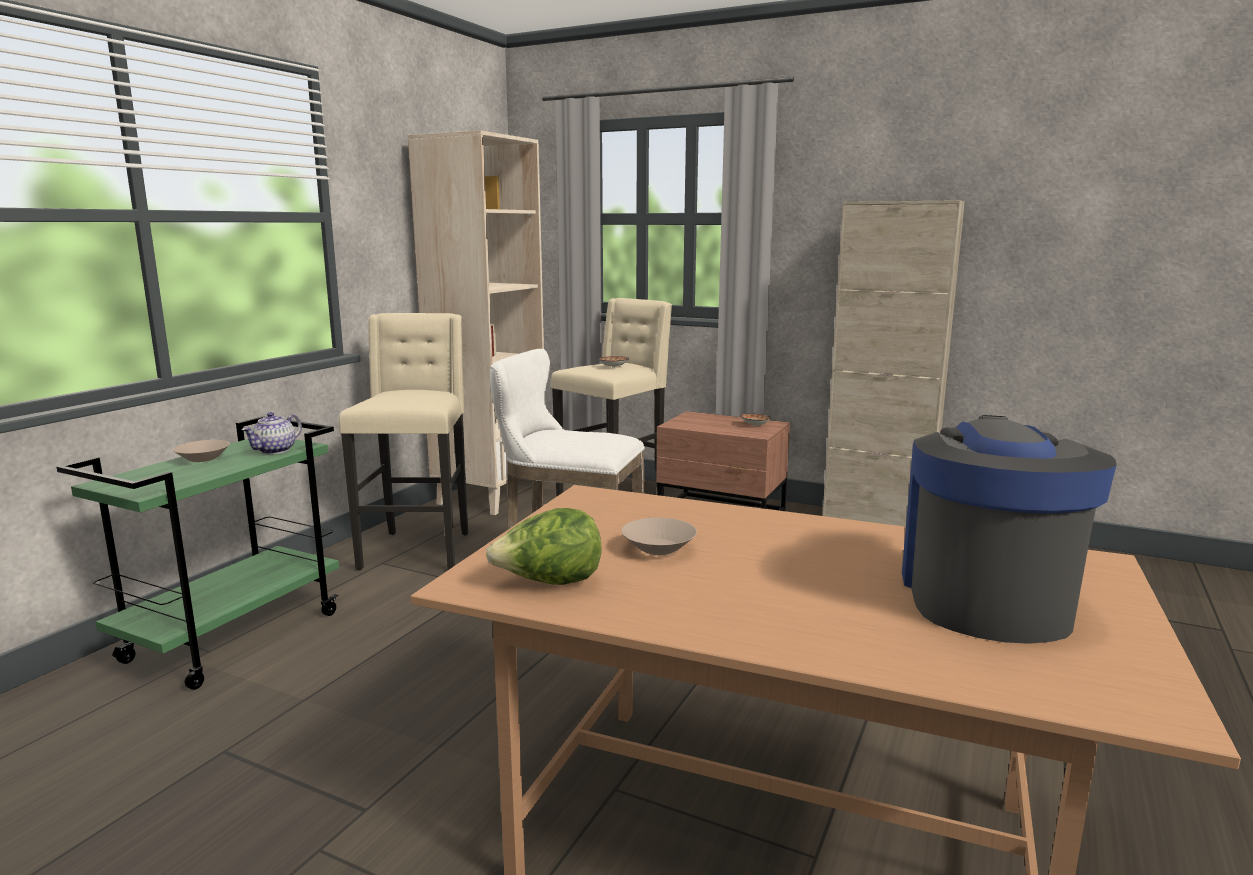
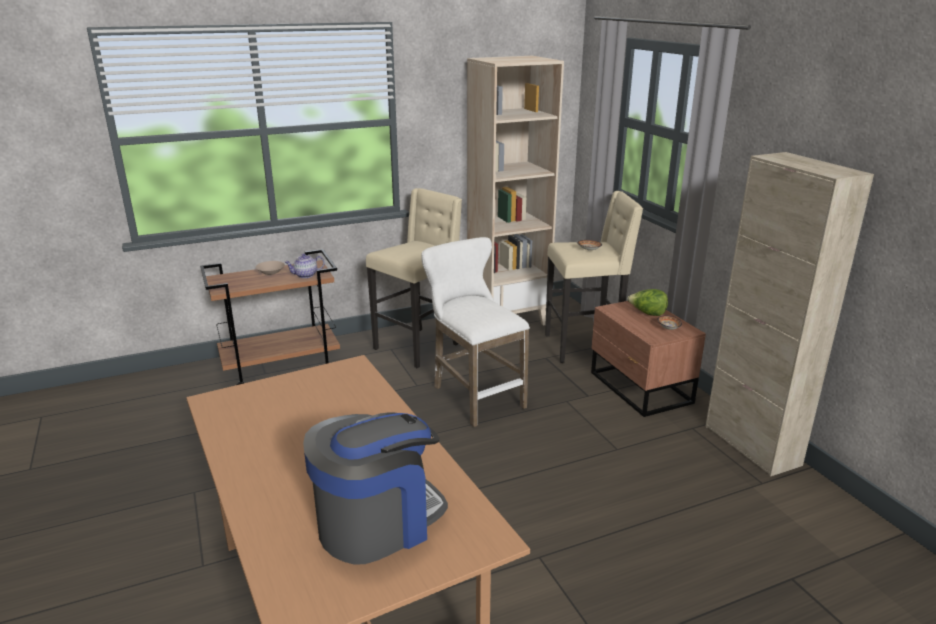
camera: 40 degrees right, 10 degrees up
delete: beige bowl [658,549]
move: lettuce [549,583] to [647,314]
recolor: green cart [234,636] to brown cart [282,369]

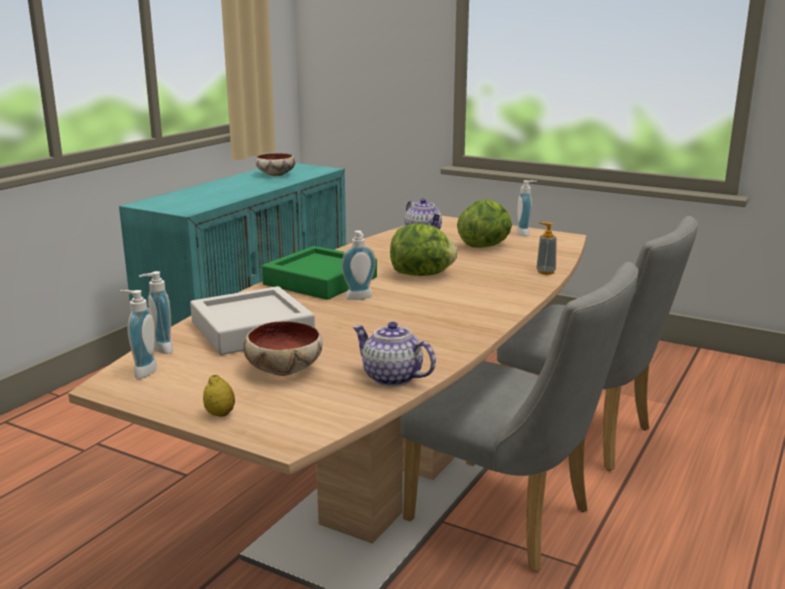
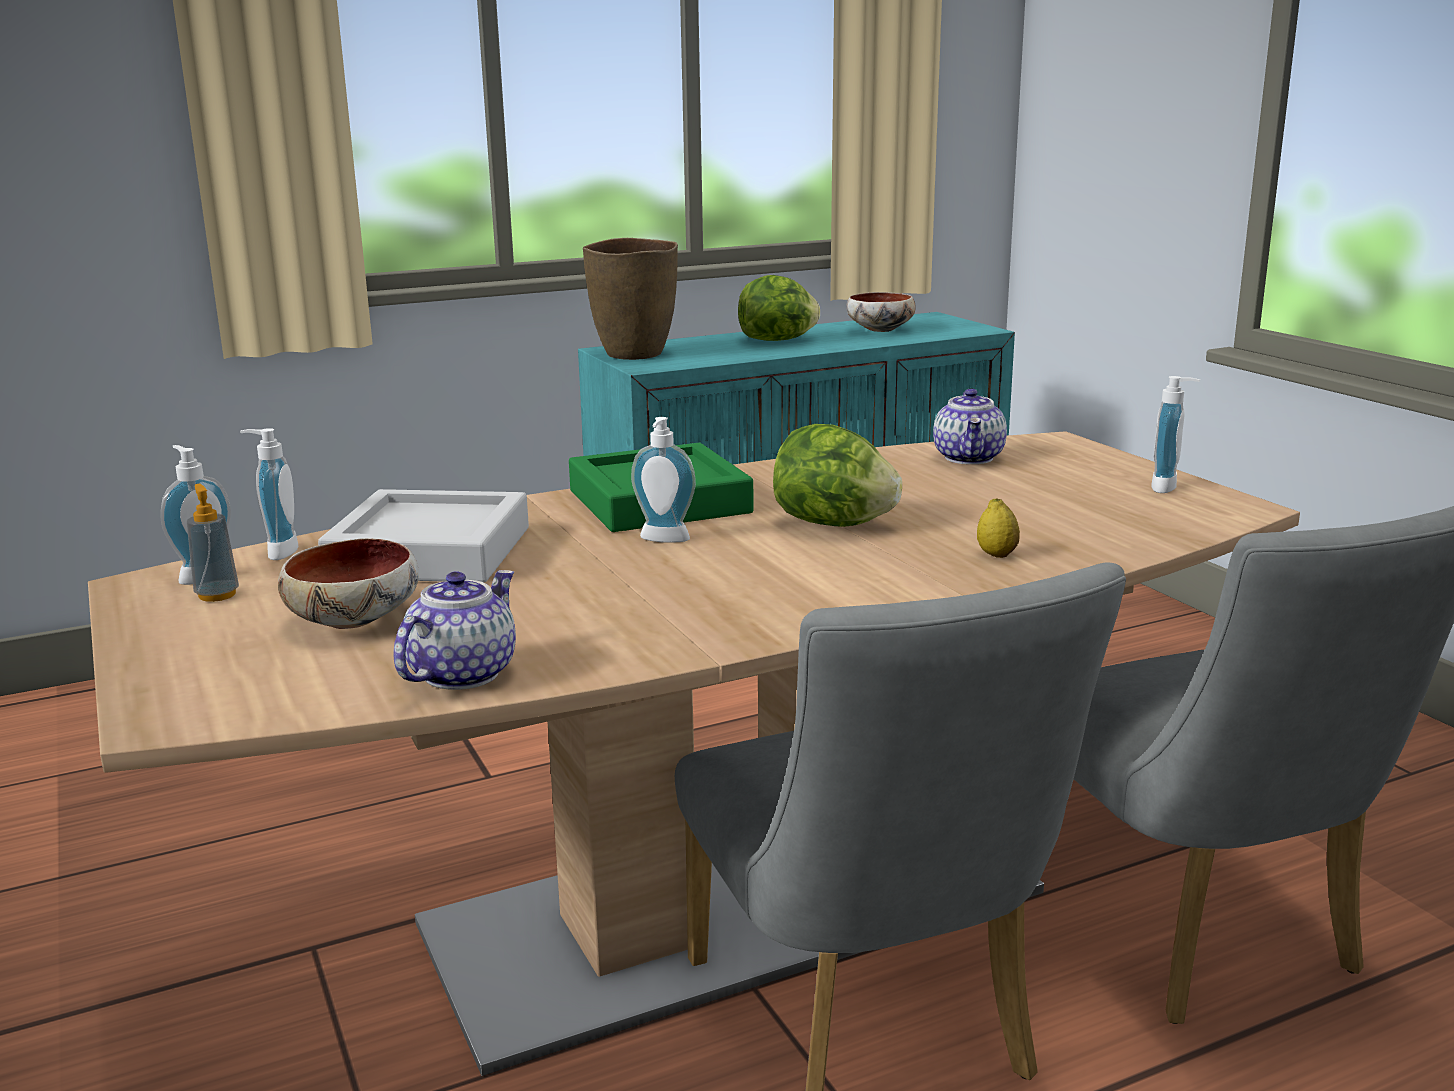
camera: 35 degrees right, 0 degrees up
insert: brown vase [635,354]
move: soap dispenser [545,272] to [217,595]; lettuce [485,246] to [778,340]; lemon [220,414] to [996,555]
rotate: teapot [391,377] = [461,673] 45 degrees clockwise

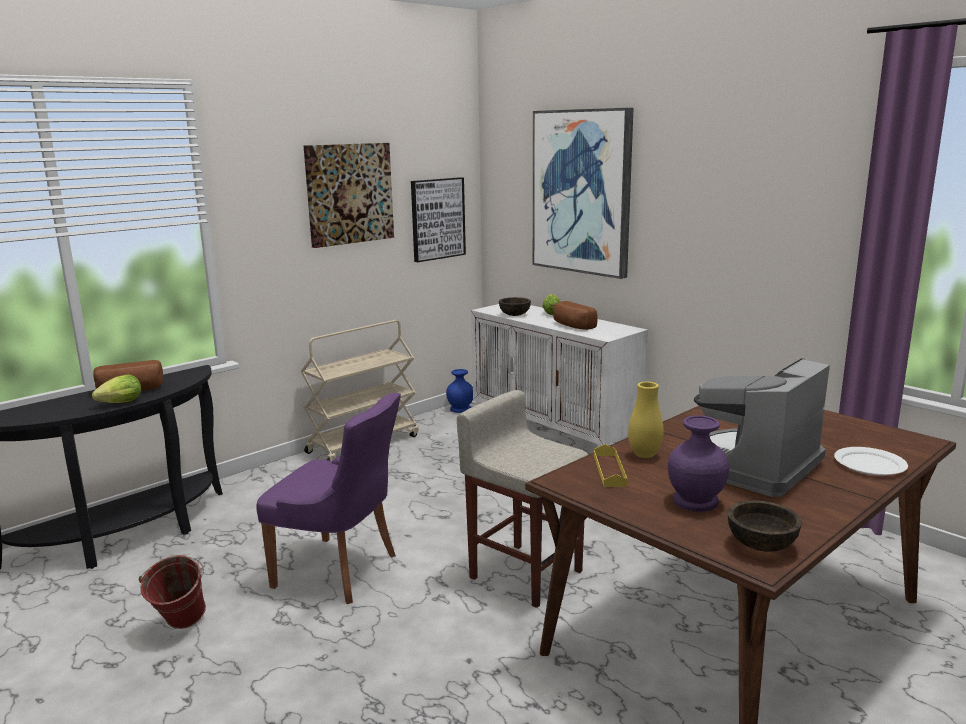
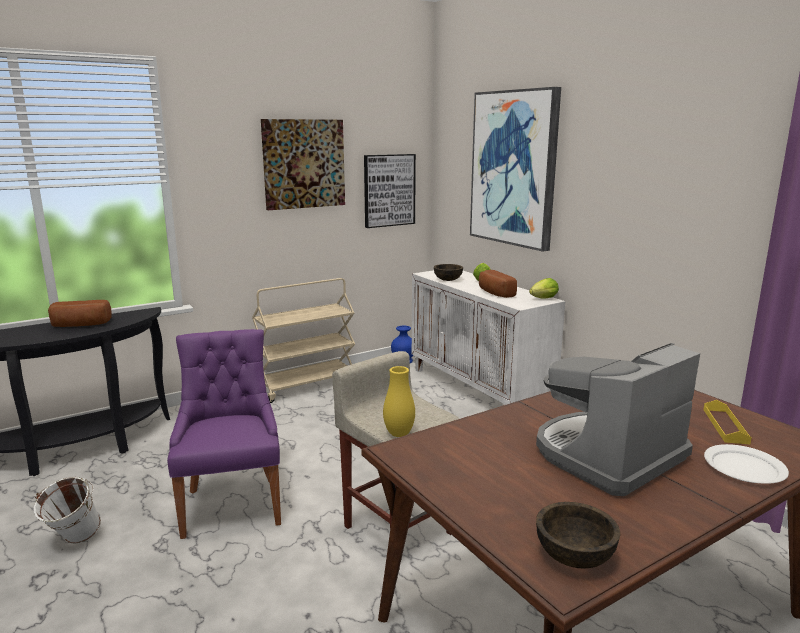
camera: 10 degrees right, 0 degrees up
delete: purple vase [696,500]
move: yellow vase [644,455] to [399,434]; lettuce [118,404] to [542,299]; yellow tray [610,470] to [725,426]
recolor: red bucket [180,627] to white bucket [73,541]
rotate: purple chair [340,571] = [232,504] 135 degrees counterclockwise

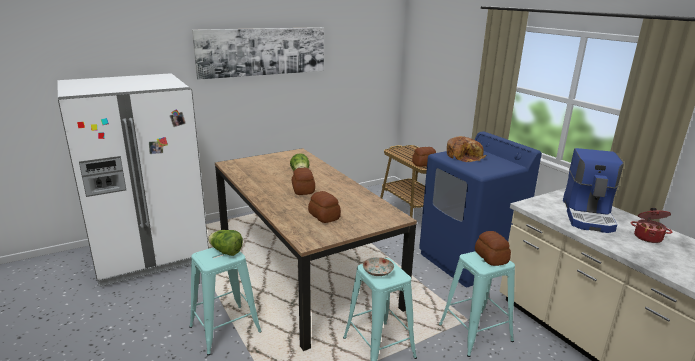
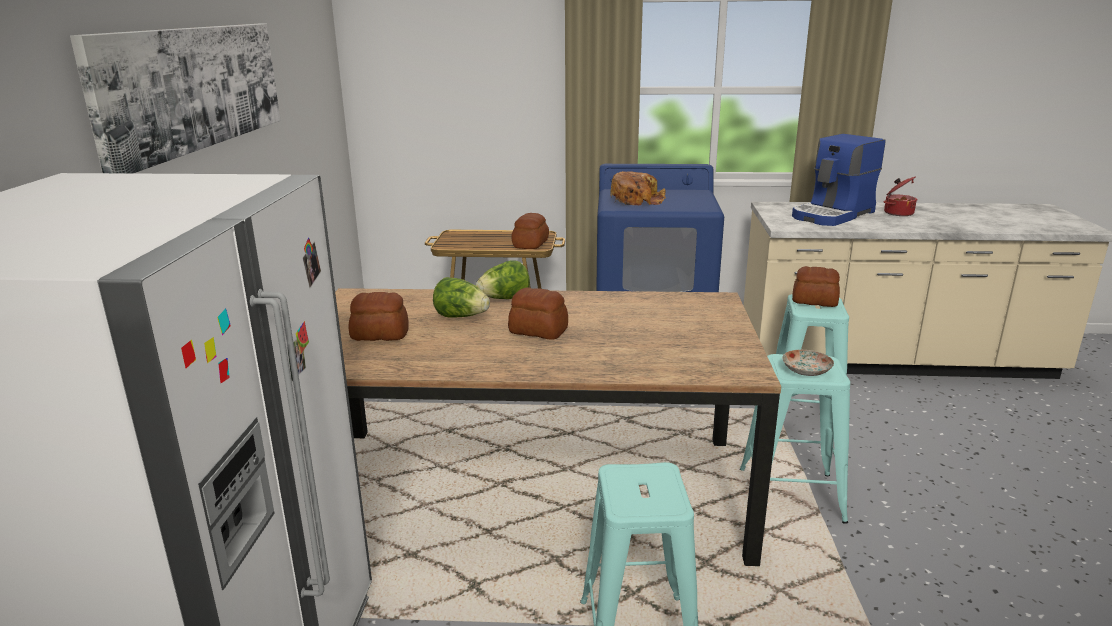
camera: 55 degrees left, 0 degrees up
move: bread [324,216] to [379,334]; lettuce [226,252] to [504,299]
rotate: coffee machine [588,215] = [833,215] 90 degrees clockwise

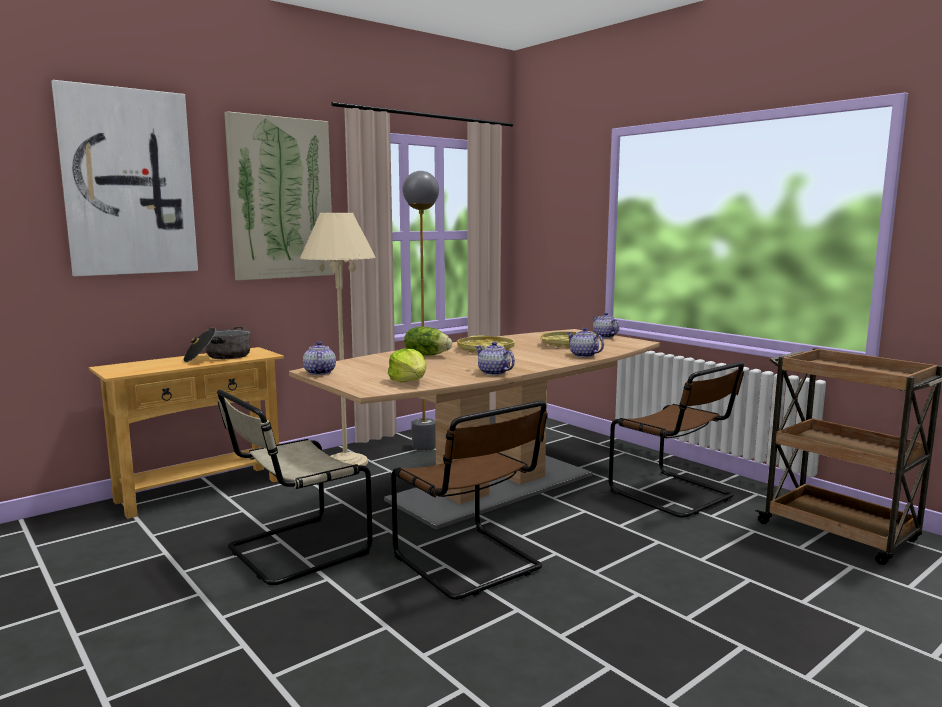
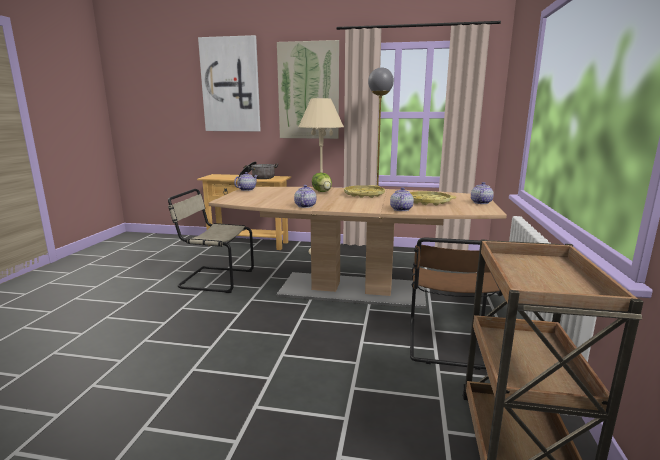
camera: 50 degrees right, 5 degrees up
delete: lettuce [409,381]; brown chair [471,564]

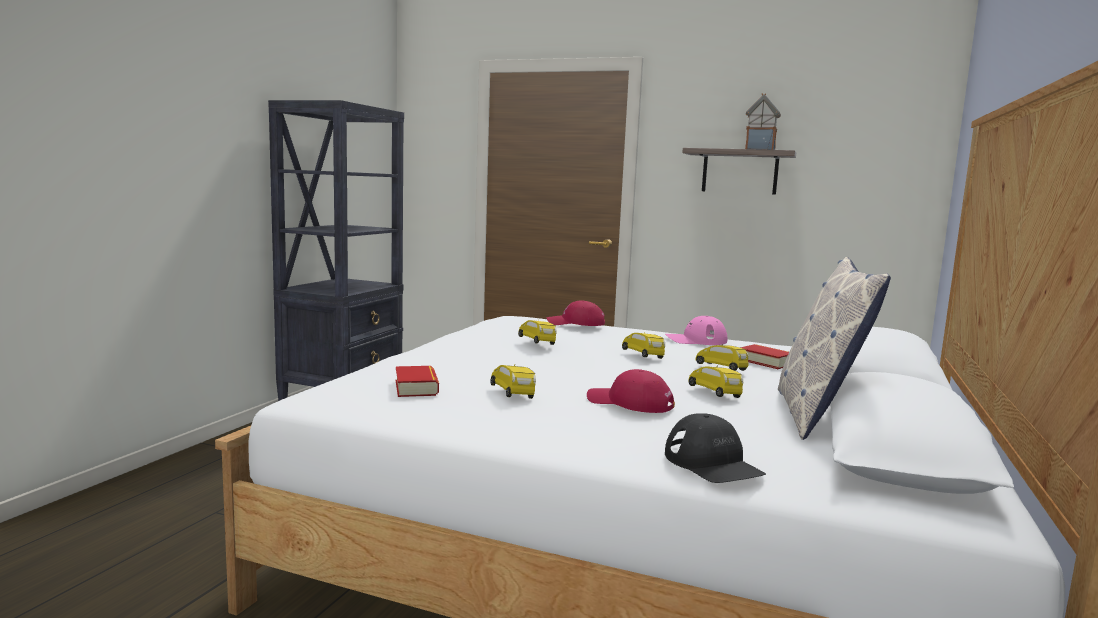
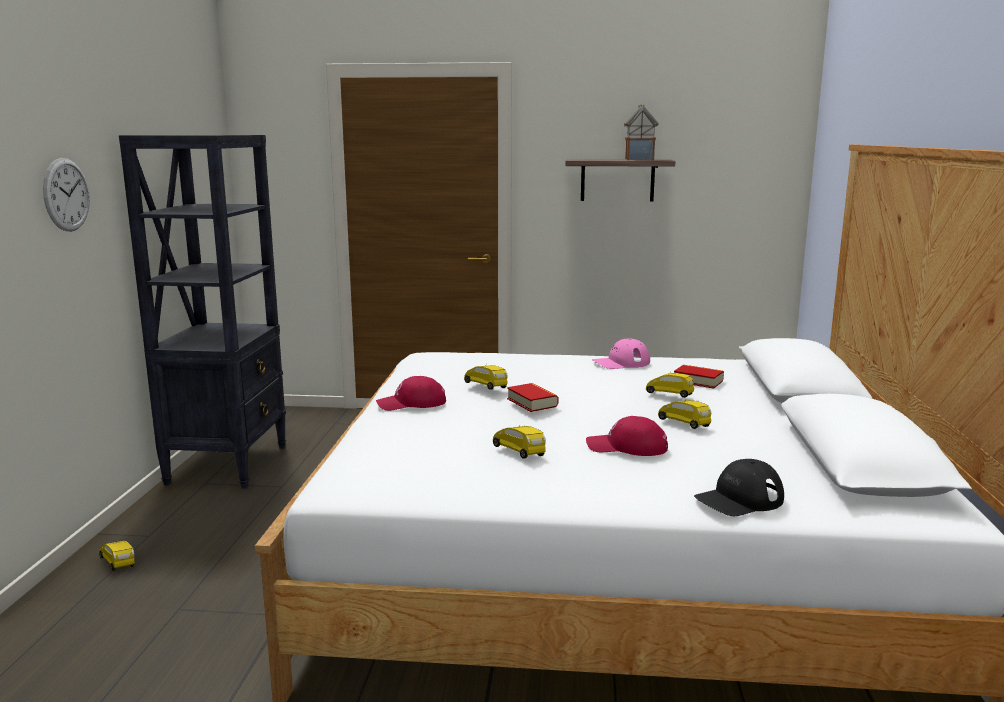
camera: 15 degrees left, 5 degrees up
delete: pillow [817,415]
insert: wall clock [66,195]
move: yellow toy car [643,355] to [118,563]; red cap [576,323] to [412,403]; book [416,388] to [532,402]
rotate: black cap [713,463] = [739,499] 105 degrees clockwise

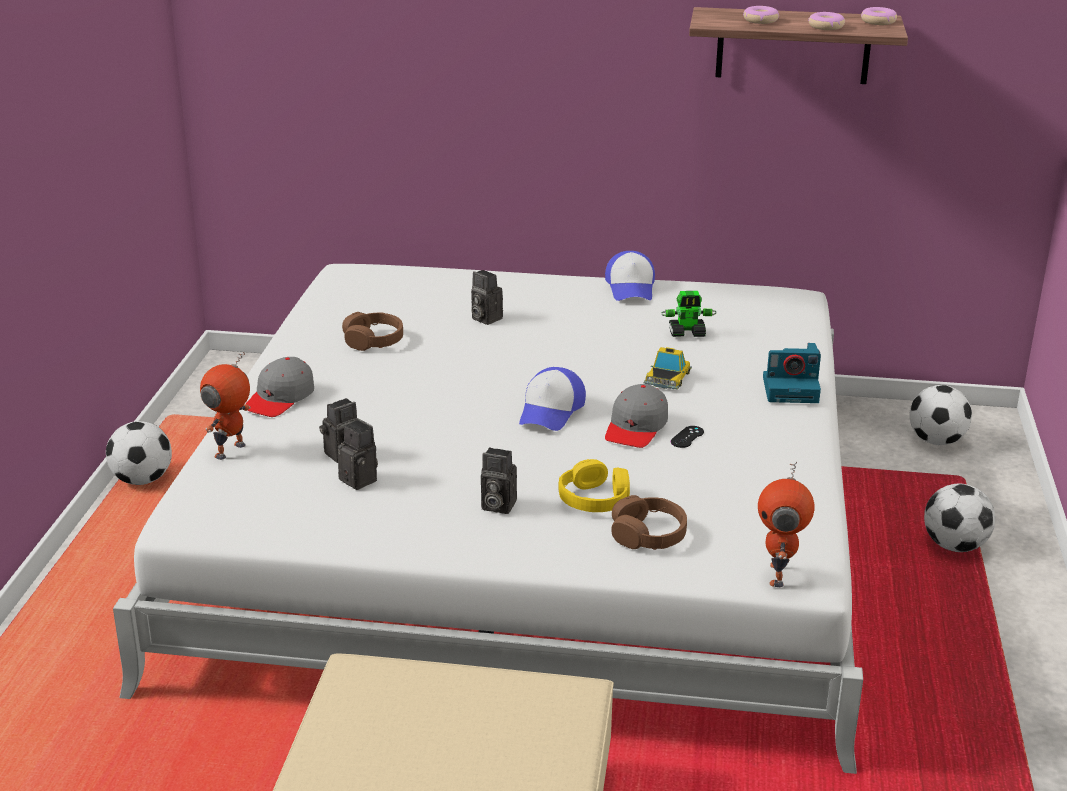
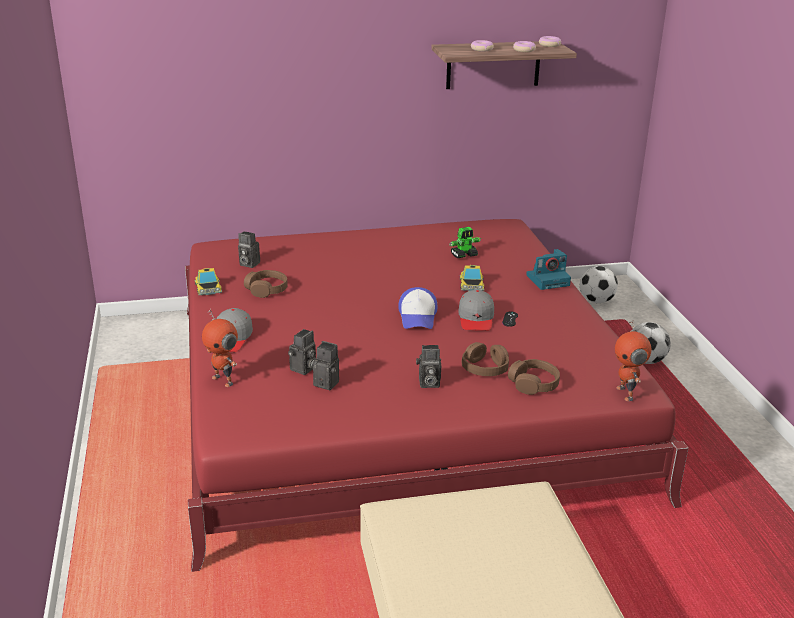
camera: 20 degrees left, 0 degrees up
delete: football [143,480]; cap [631,288]
insert: toy car [208,287]
move: photo camera [484,318] to [248,264]
recolor: white bed [531,525] to red bed [395,395]; yellow headphones [594,499] to brown headphones [485,368]
rotate: toy robot [231,451] = [224,380] 60 degrees counterclockwise

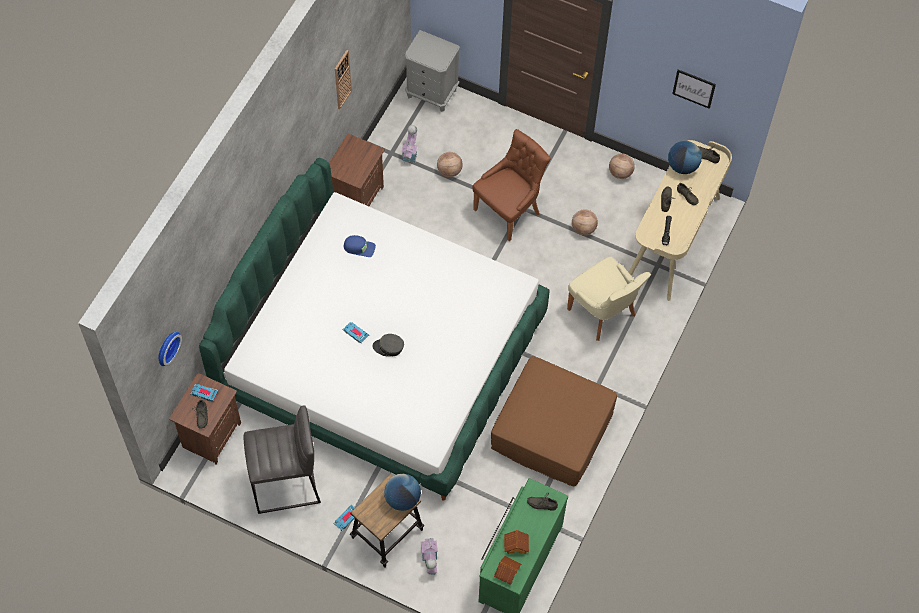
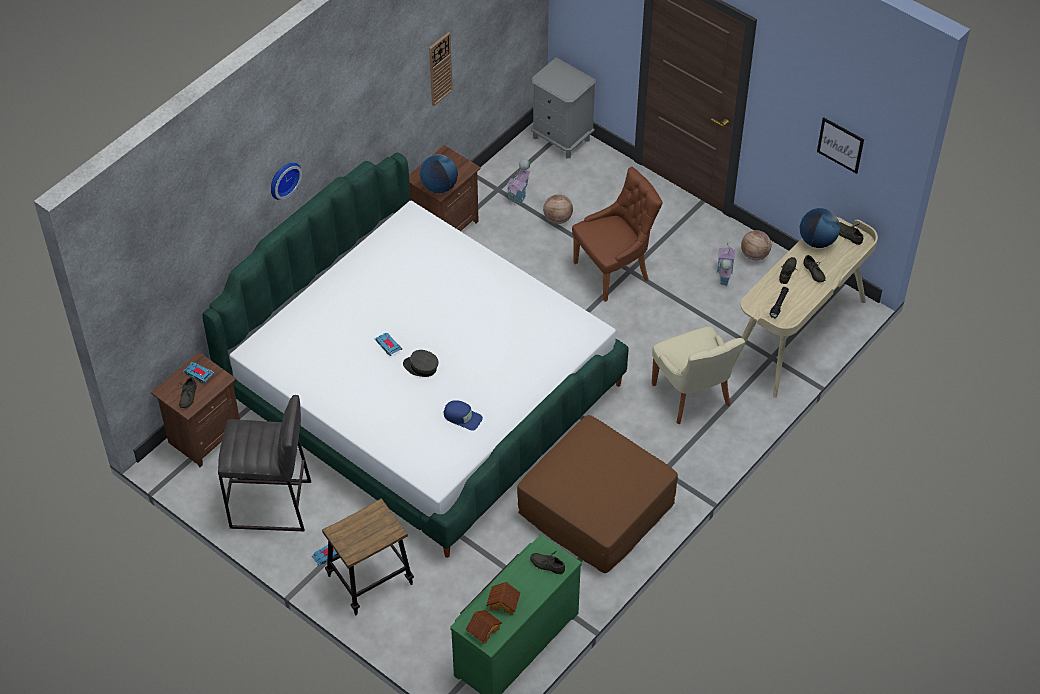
camera: 15 degrees right, 10 degrees down
delete: basketball [583,229]
move: wall clock [166,347] to [283,179]; globe [402,499] to [439,187]; blue cap [359,247] to [462,417]; toy house [429,561] to [724,274]

